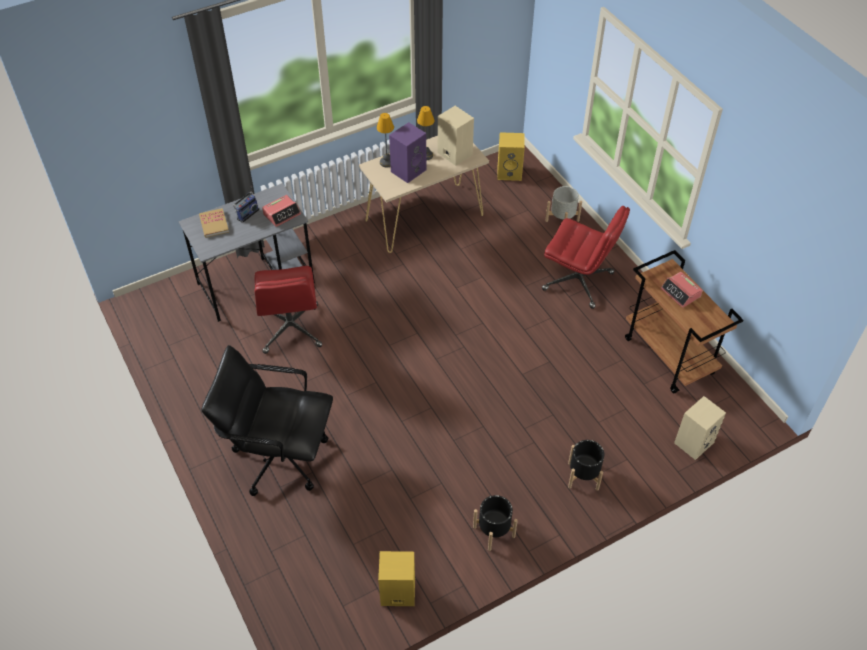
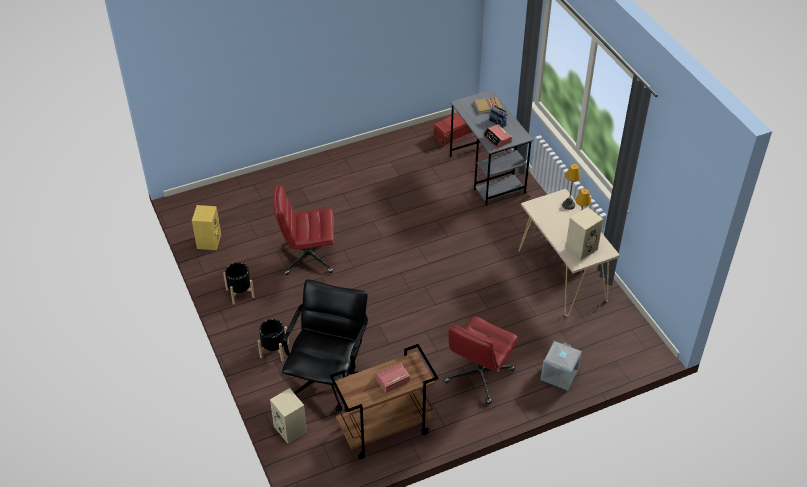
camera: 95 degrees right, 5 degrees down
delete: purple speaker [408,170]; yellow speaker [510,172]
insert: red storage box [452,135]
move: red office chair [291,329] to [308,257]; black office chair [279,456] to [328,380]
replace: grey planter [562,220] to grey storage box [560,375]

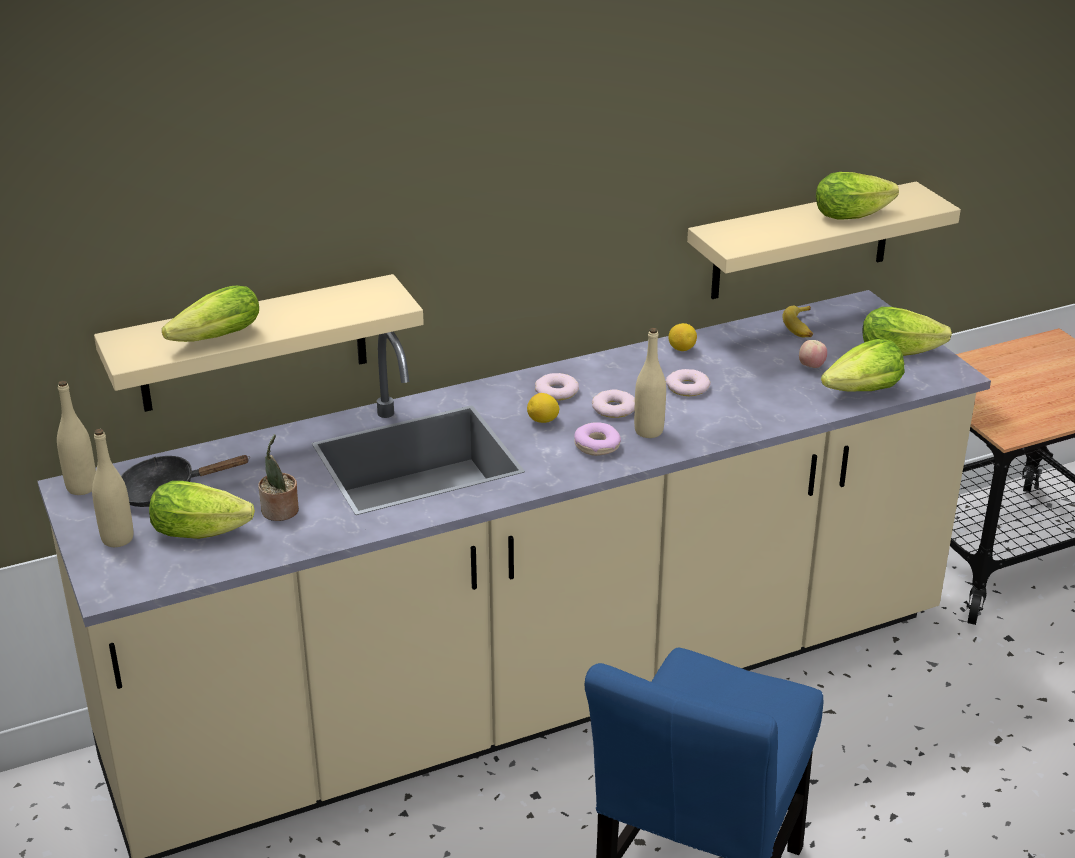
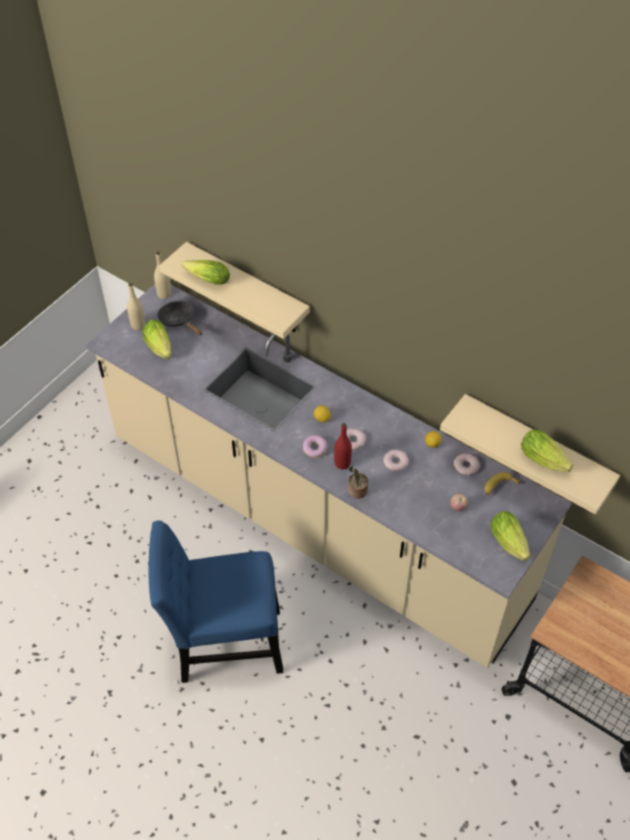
camera: 60 degrees right, 20 degrees up
delete: lettuce [863,391]
move: potted plant [280,512] to [356,491]; donut [556,391] to [466,466]
recolor: beige bottle [648,431] to red bottle [342,463]

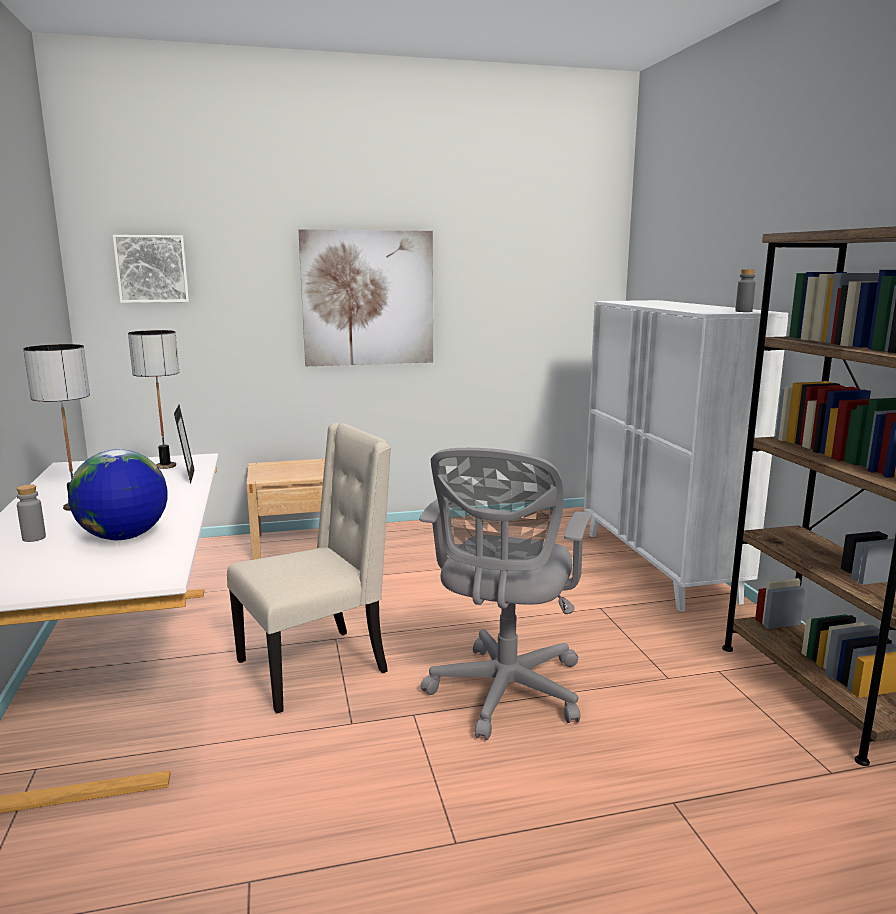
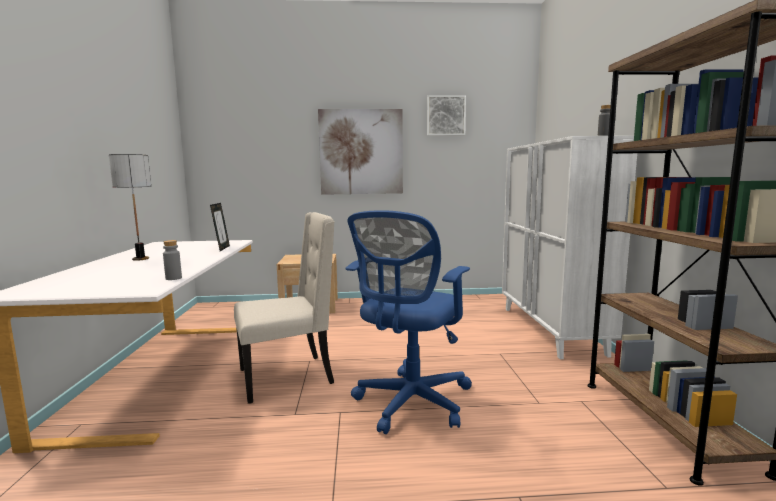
camera: 10 degrees right, 5 degrees down
delete: globe [123,537]; table lamp [166,466]
move: grey bottle [34,538] to [173,278]; picture [152,269] to [445,116]
recolor: grey office chair [504,694] to blue office chair [410,404]

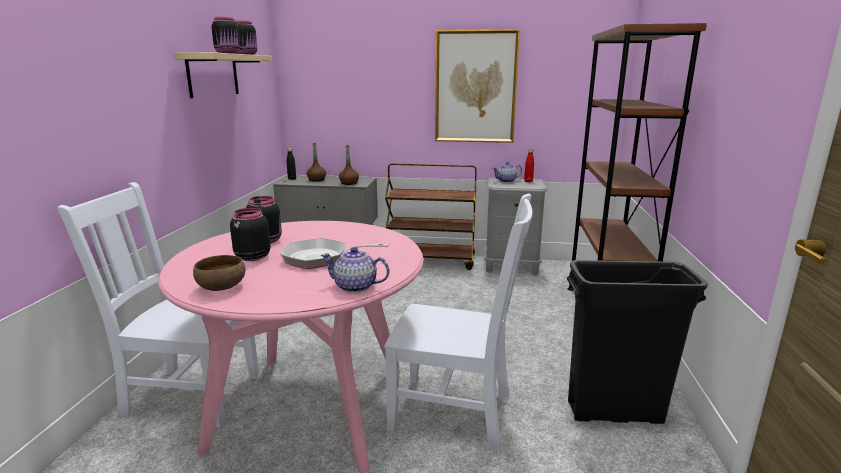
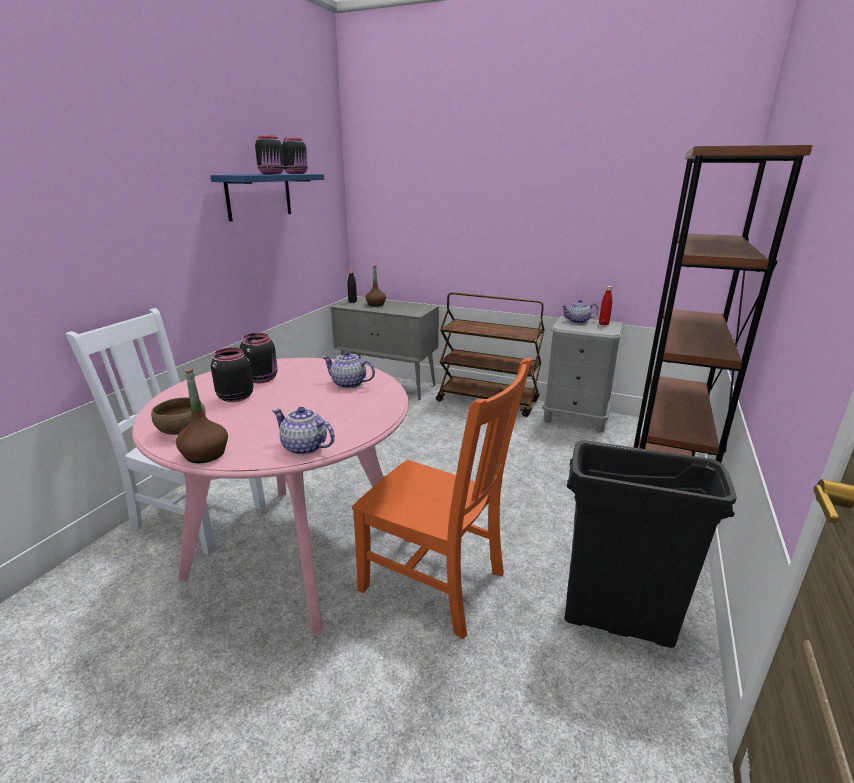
camera: 15 degrees right, 5 degrees up
delete: frying pan [321,258]; picture [475,87]
insert: teapot [348,384]
move: brown bottle [349,183] to [205,454]
recolor: beige shelf [213,75] to blue shelf [259,196]; white chair [456,412] to orange chair [437,583]

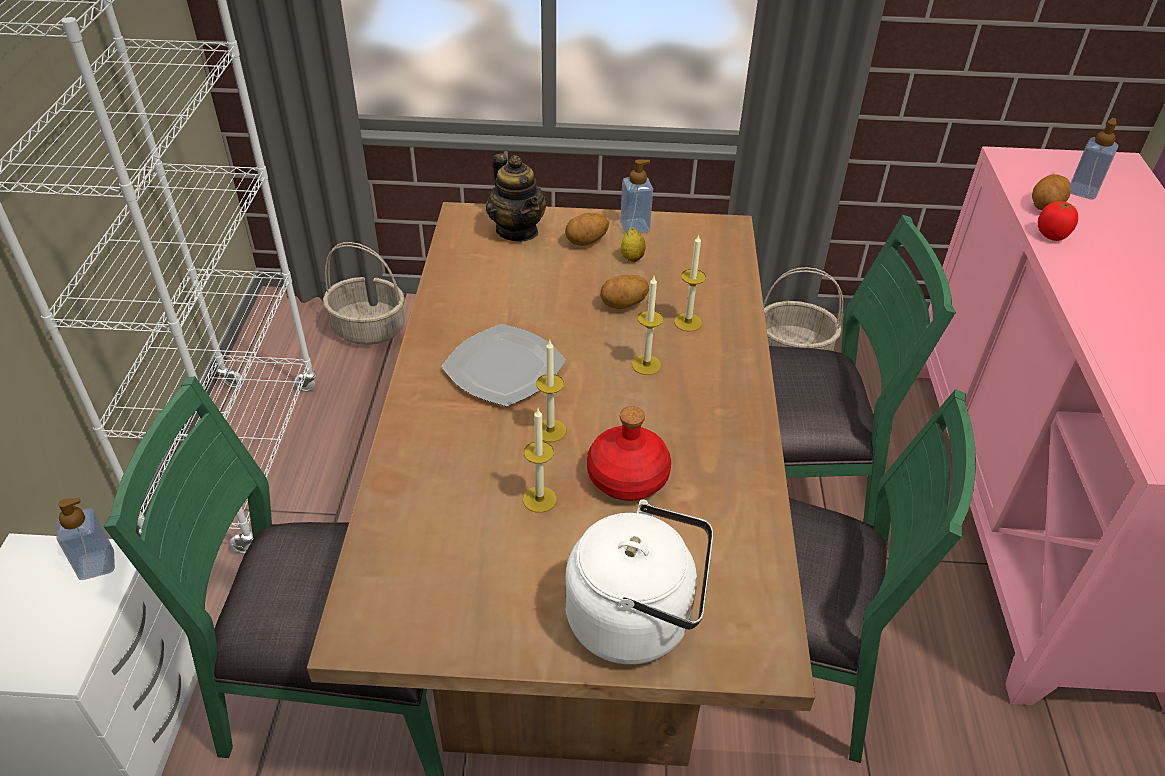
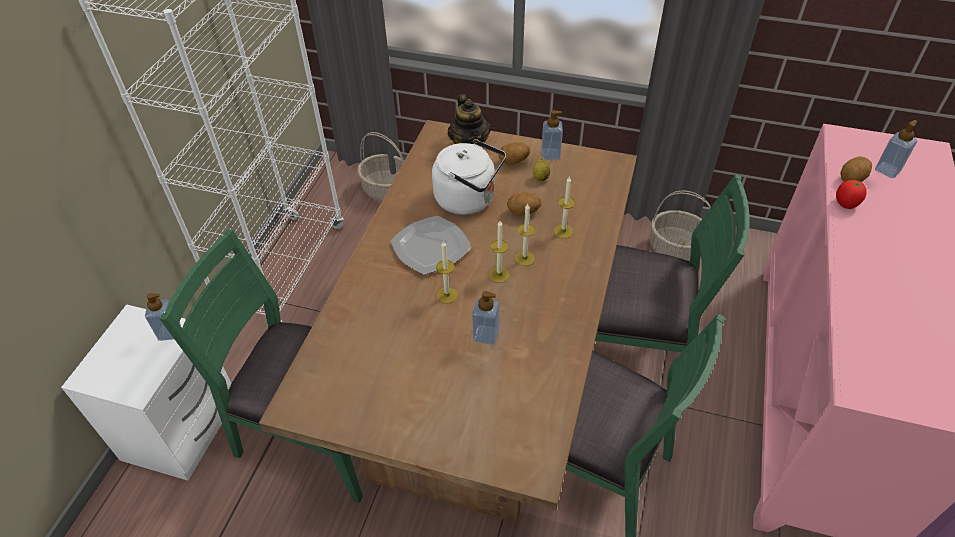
camera: 15 degrees right, 5 degrees up
move: white kettle [637,619] to [469,199]; candle [539,499] to [499,275]
replace: red bottle [626,476] to soap dispenser [486,335]

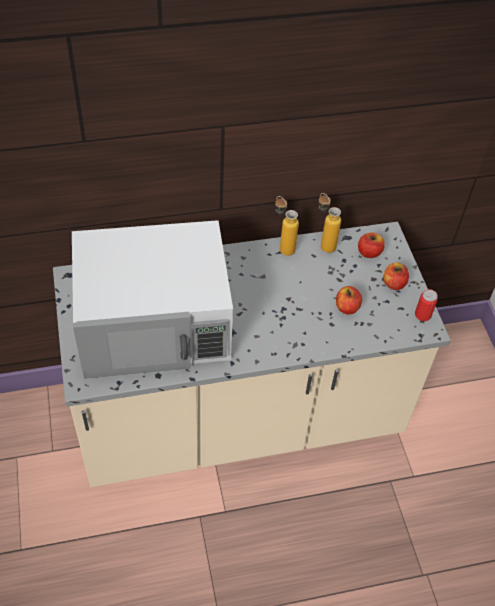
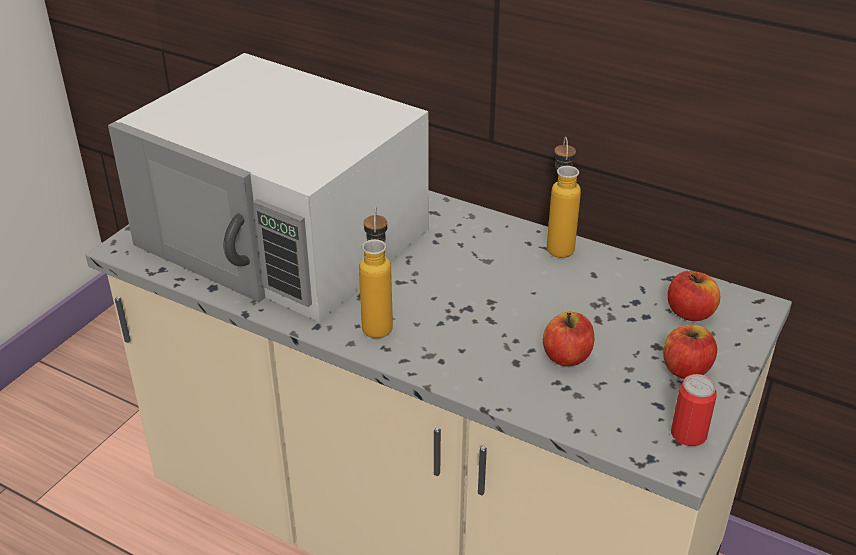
camera: 45 degrees right, 15 degrees down
move: bottle [323,244] to [378,321]

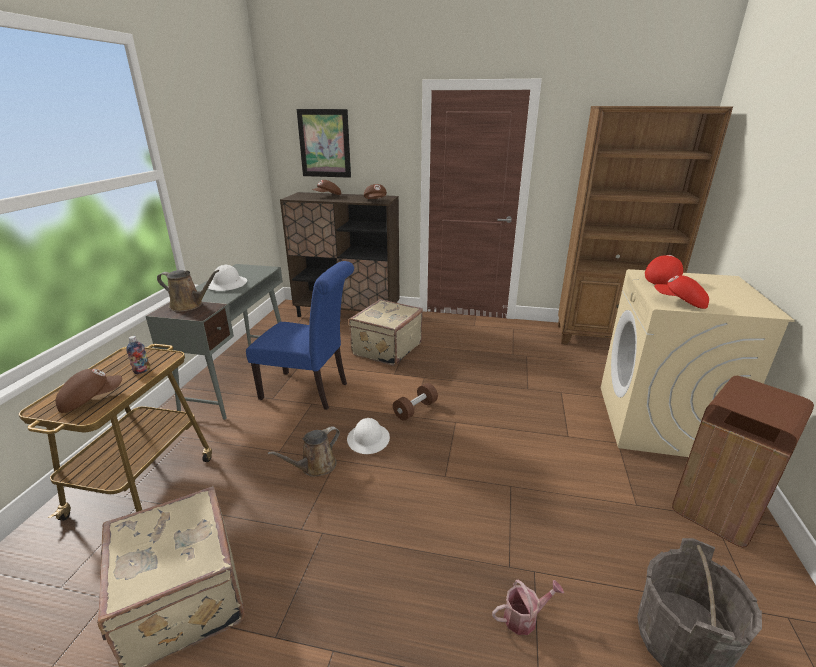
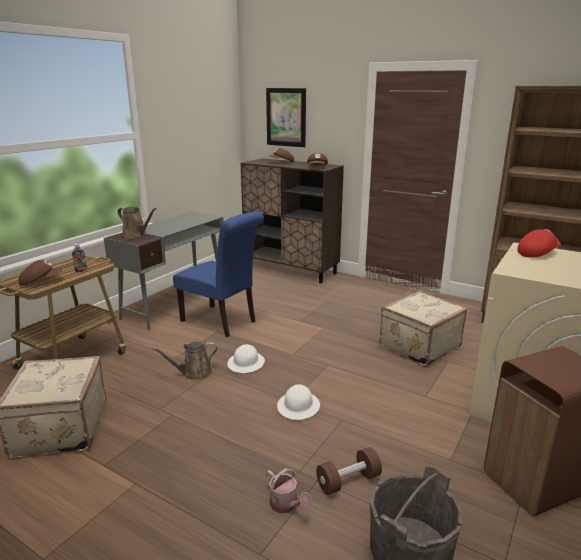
camera: 20 degrees right, 5 degrees down
delete: red cap [680,302]
move: white hard hat [227,284] to [298,406]; brown dumbbell [415,409] to [348,481]; beige suitcase [385,349] to [418,346]
rotate: watering can [524,617] = [286,505] 45 degrees clockwise

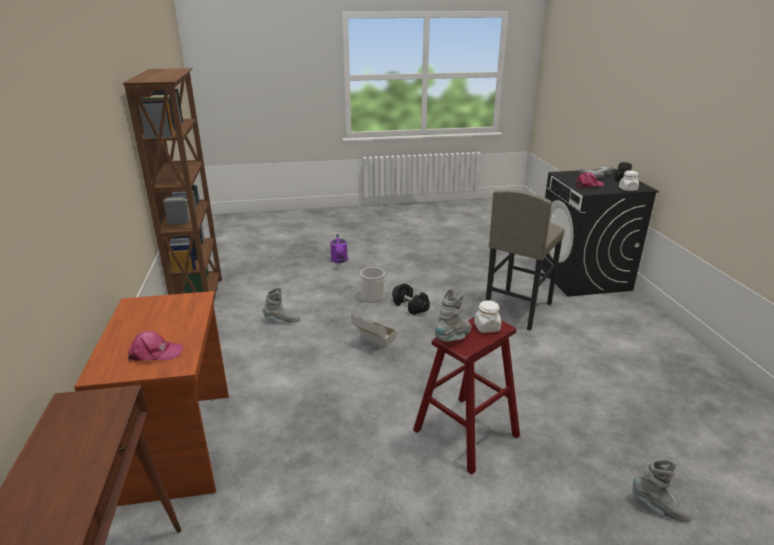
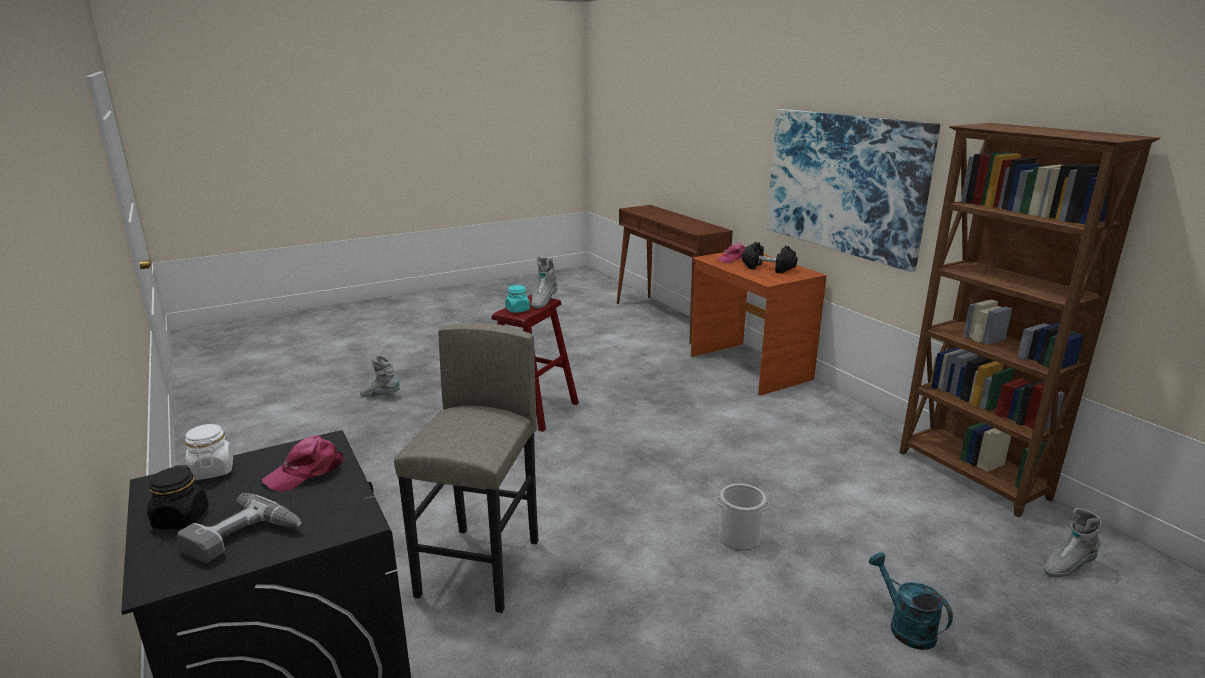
camera: 160 degrees right, 5 degrees down
delete: cardboard box [373,342]
insert: picture [843,183]
move: black dumbbell [410,306] to [768,268]; grey boot [282,321] to [1067,566]
recolor: white jar [486,327] to turquoise jar [517,310]; purple watering can [339,260] to turquoise watering can [905,626]

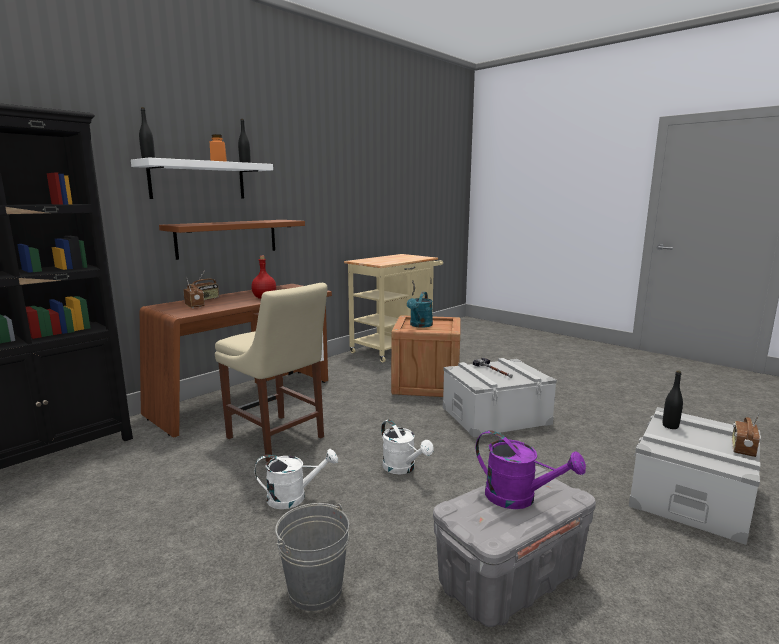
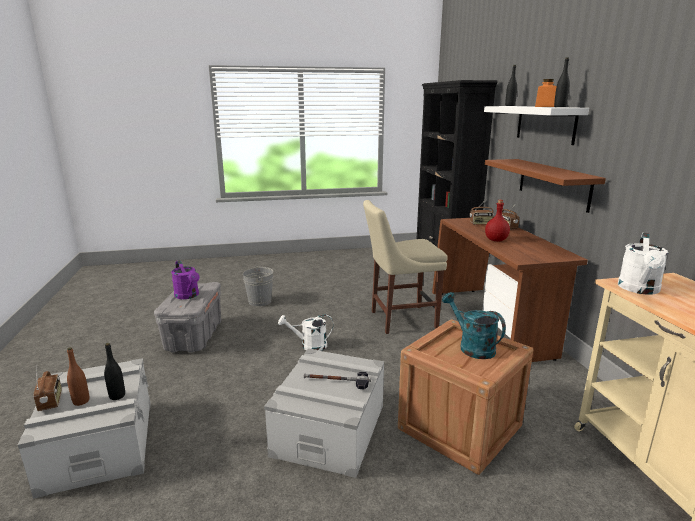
camera: 125 degrees right, 5 degrees up
insert: brown bottle [81,401]
move: white watering can [294,497] to [639,290]
rotate: purple watering can [519,498] = [188,296] 105 degrees counterclockwise

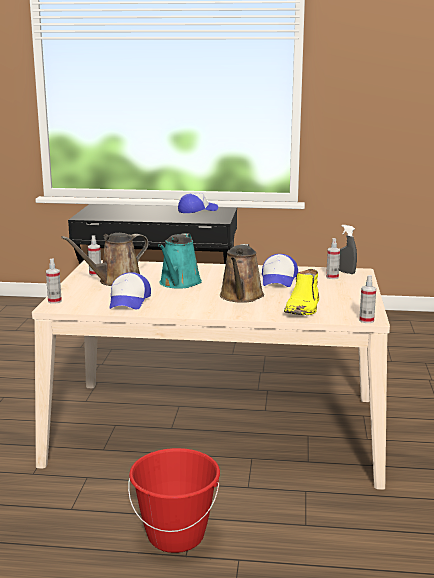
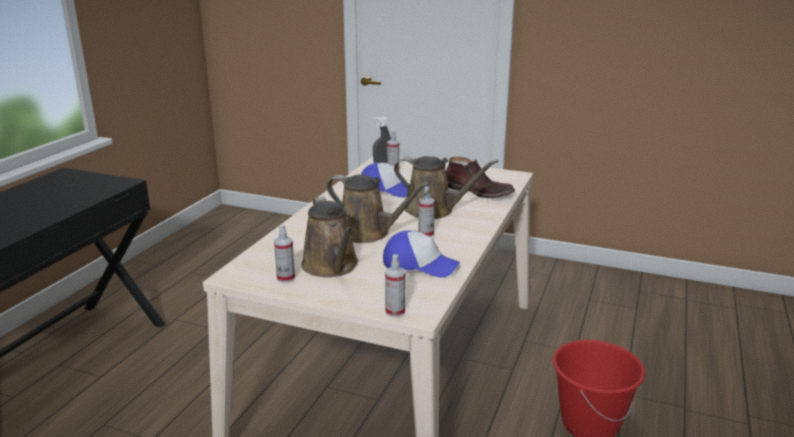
camera: 75 degrees left, 5 degrees up
delete: cap [197,210]
move: spray bottle [366,320] to [426,234]
recolor: turquoise watering can [179,283] to brown watering can [368,233]; yellow boot [303,308] to brown boot [478,192]

